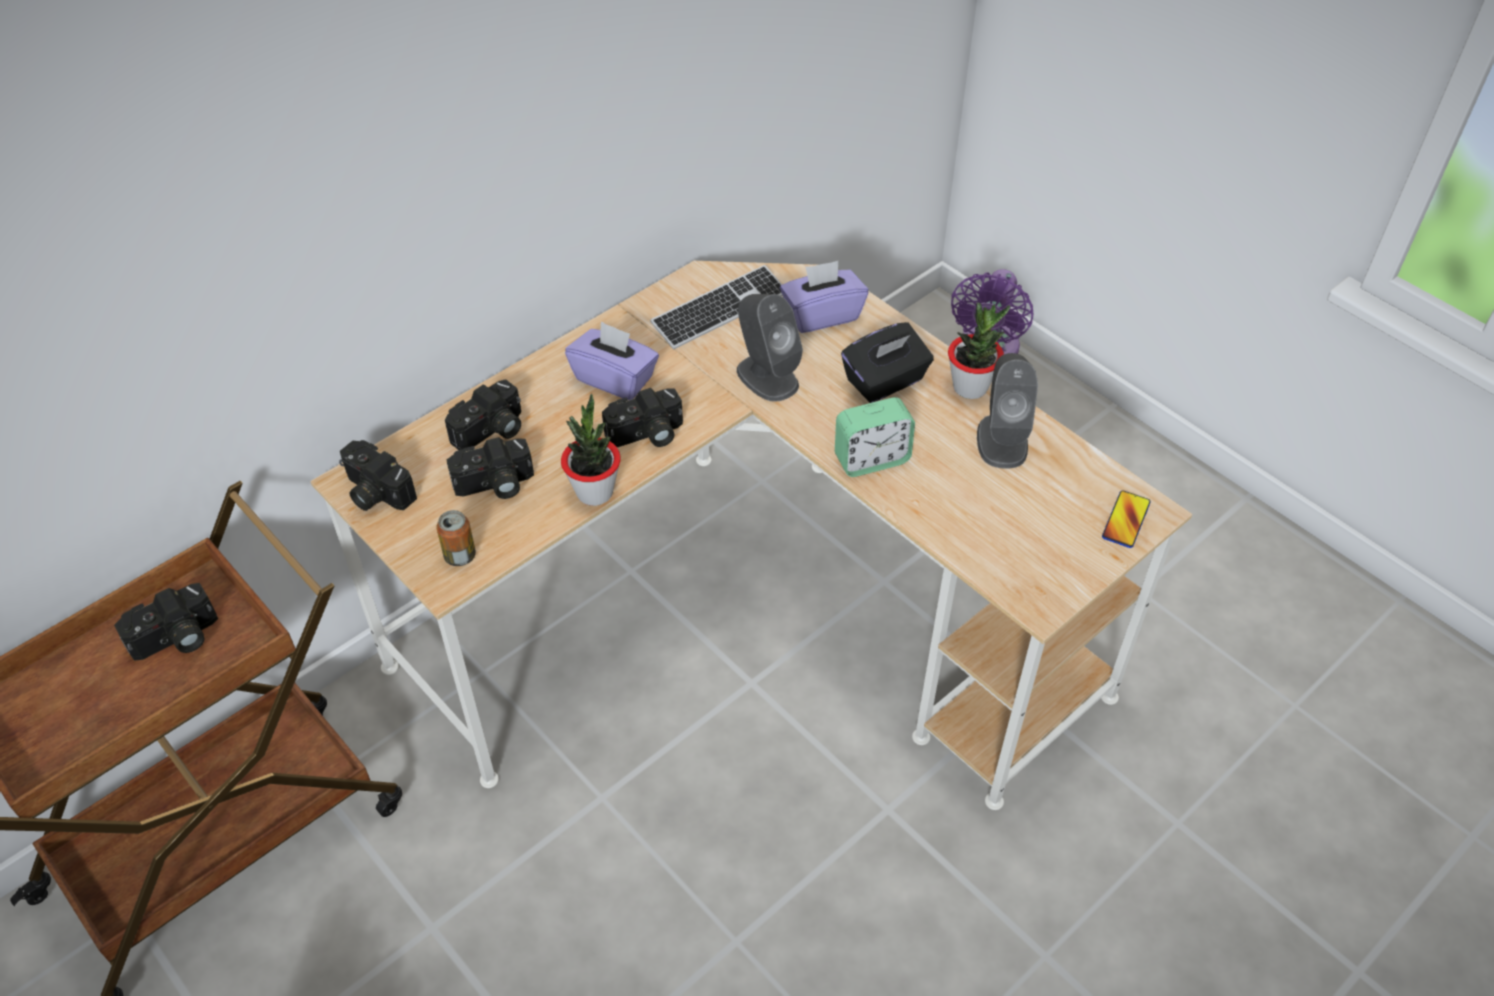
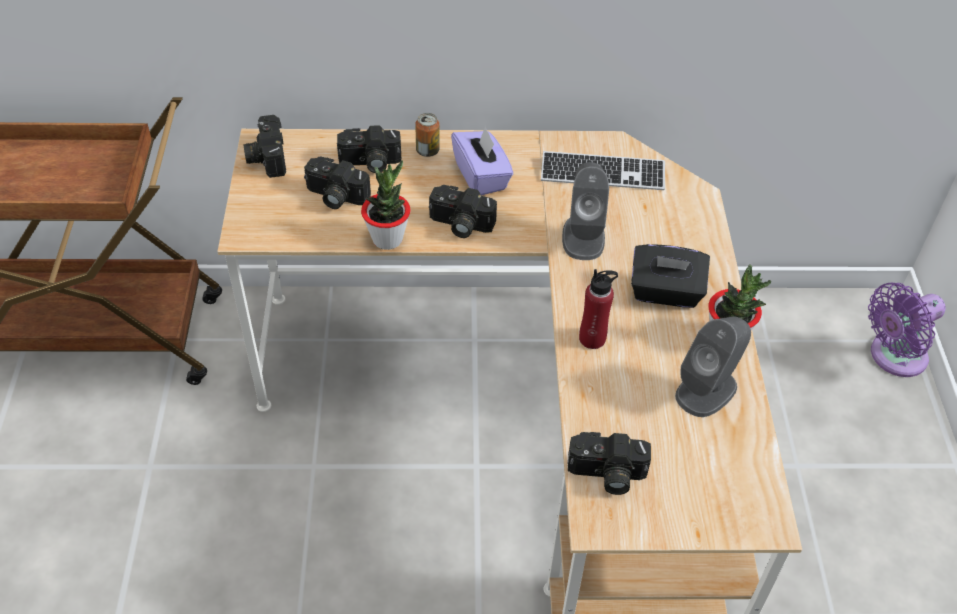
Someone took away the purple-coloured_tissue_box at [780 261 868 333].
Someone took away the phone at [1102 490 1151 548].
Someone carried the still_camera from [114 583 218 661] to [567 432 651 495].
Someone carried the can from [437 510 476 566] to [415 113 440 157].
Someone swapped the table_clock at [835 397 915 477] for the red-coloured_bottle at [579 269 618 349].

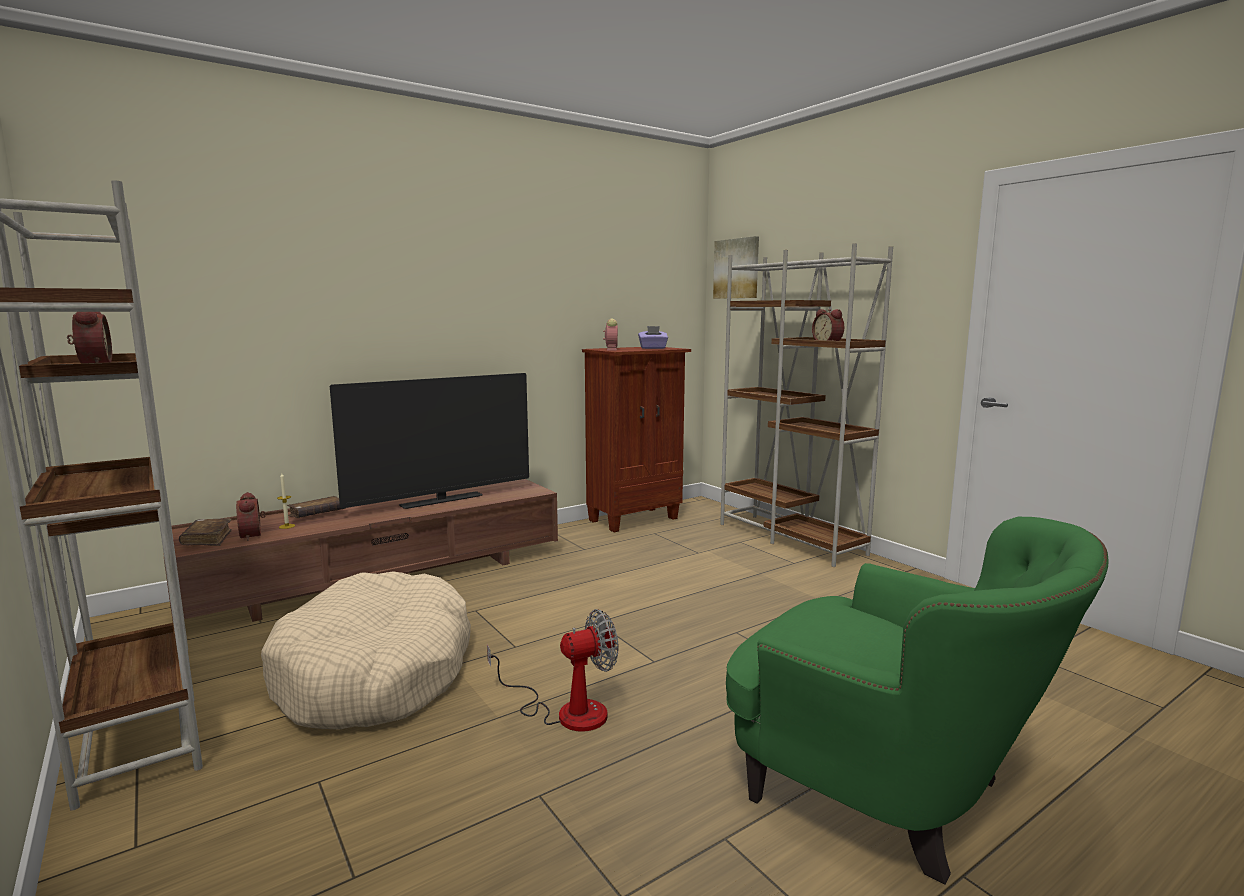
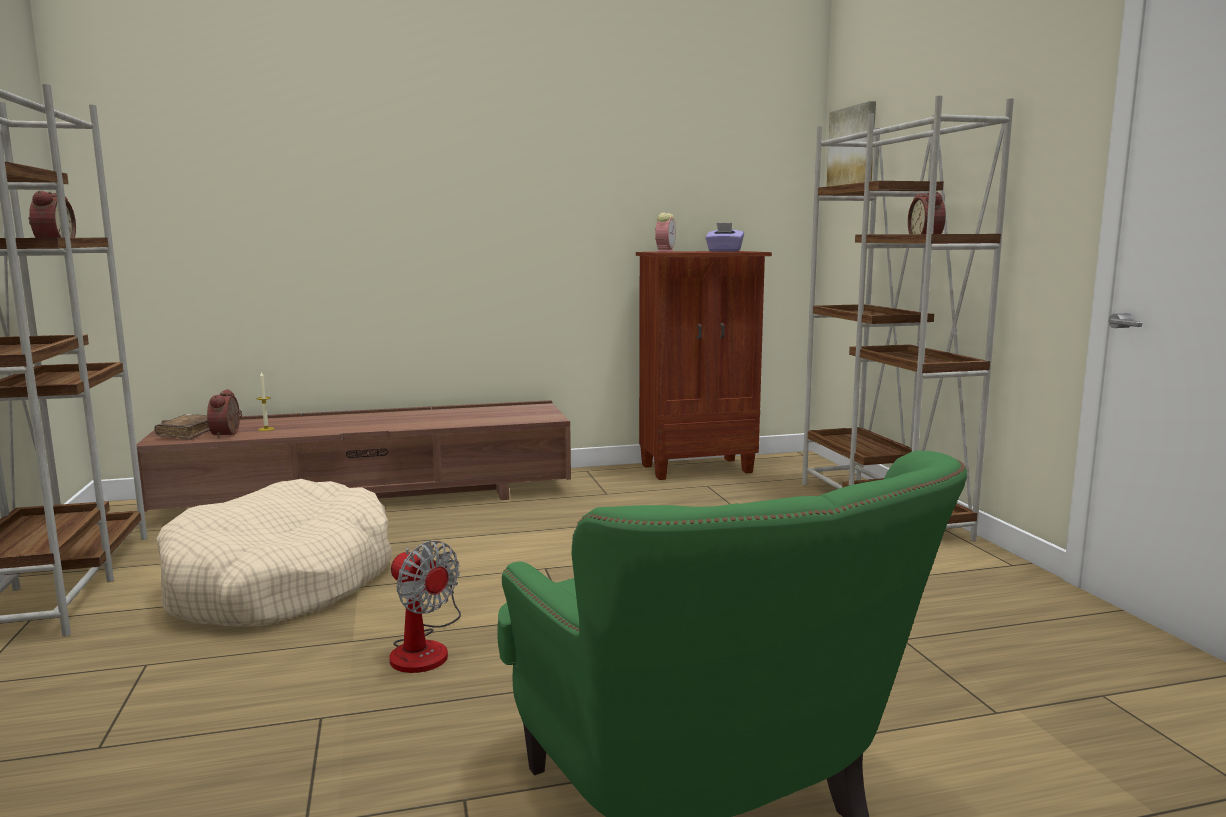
Someone took away the brownish_book at [287 496 345 518].
Someone took away the TV at [330 373 529 509].
Someone rotated the cooling_fan at [487 609 619 732] by 45 degrees clockwise.

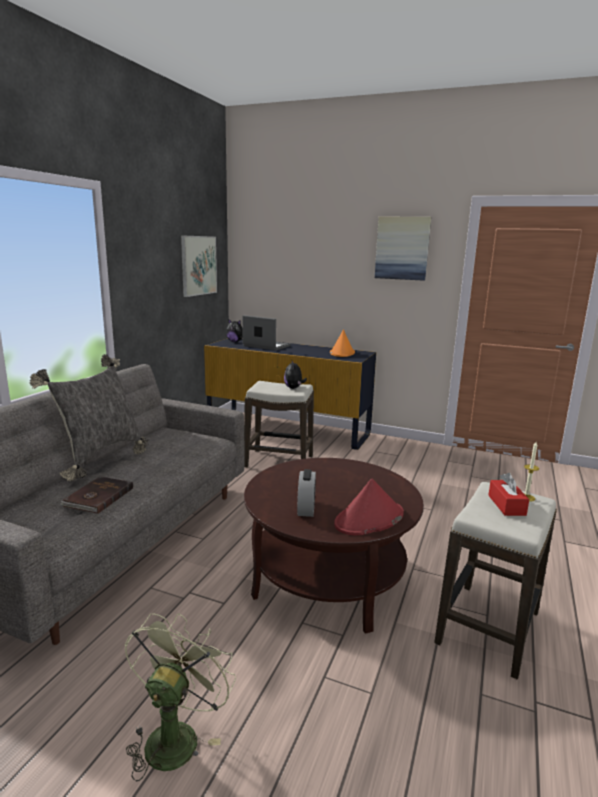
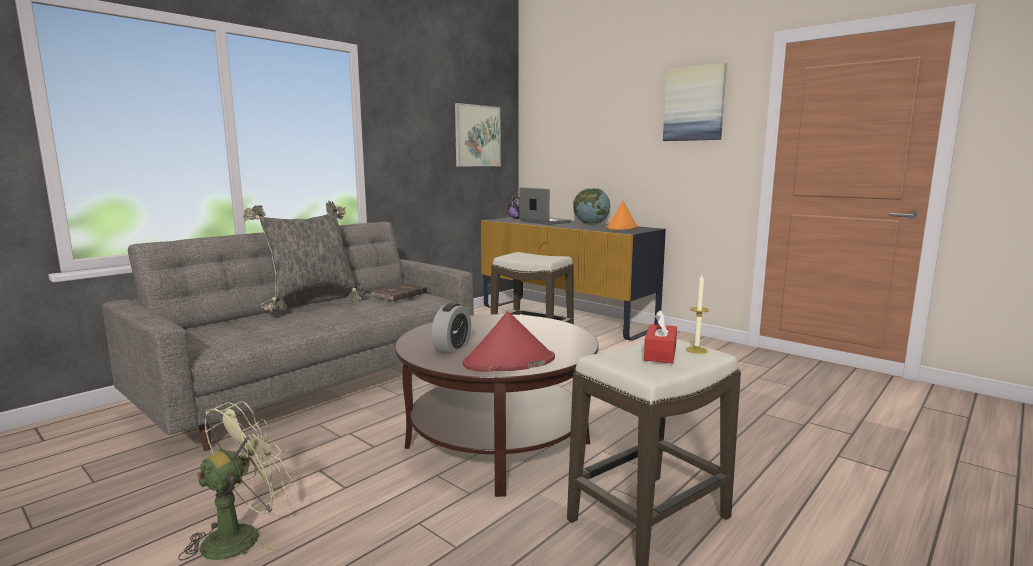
Someone took away the cuddly_toy at [284 361 307 389].
Someone put down the globe at [573 187 610 225].
Someone carried the brownish_book from [60 476 133 514] to [370 283 427 301].

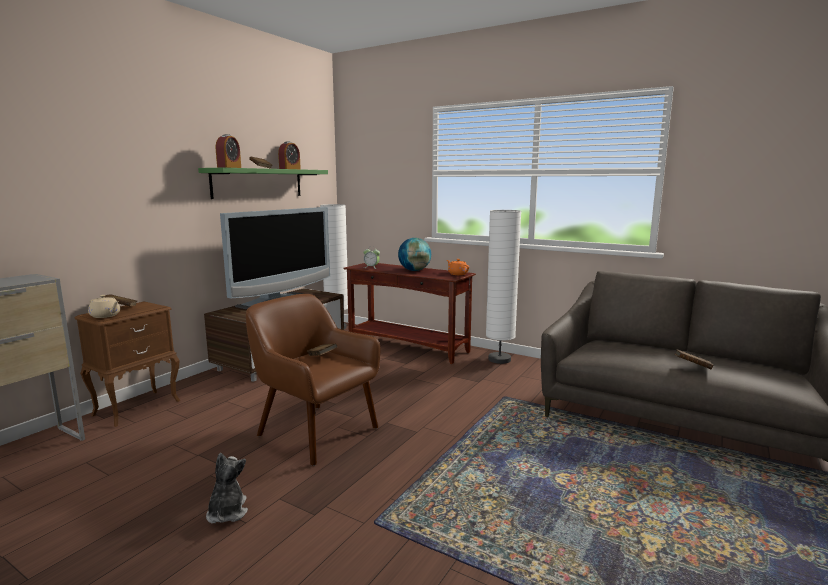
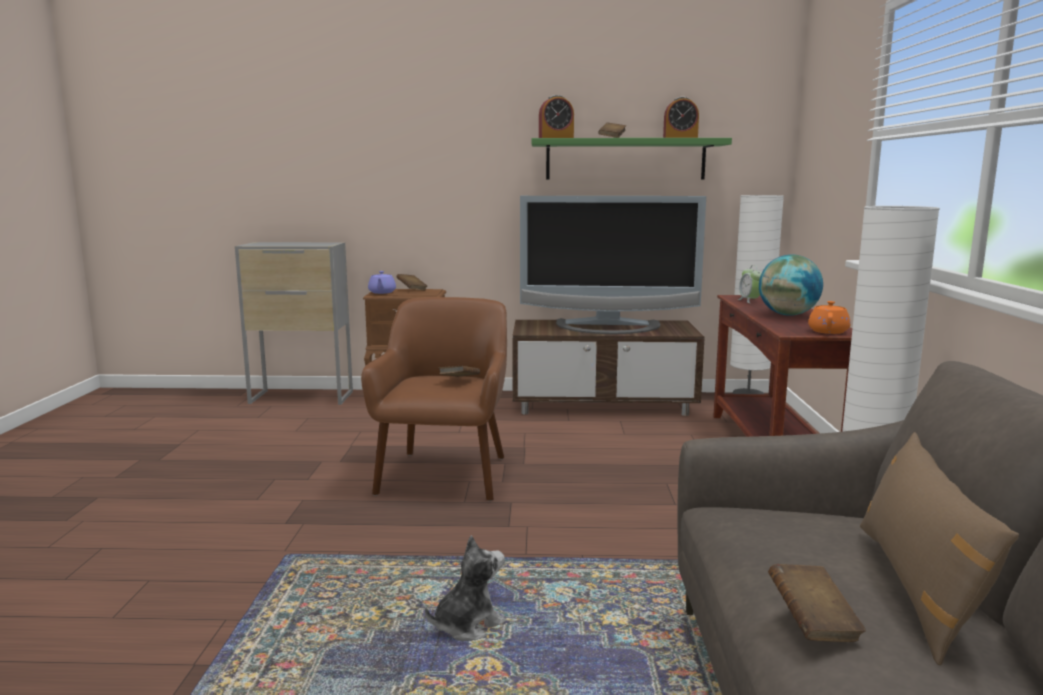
Someone put down the brownish_pillow at [860 432 1019 665].
Someone carried the cuddly_toy from [206 453 248 523] to [425 535 506 641].
Someone repainted the beige-coloured_teapot at [88 295 120 318], which became the purple-coloured_teapot at [368 271 396 294].

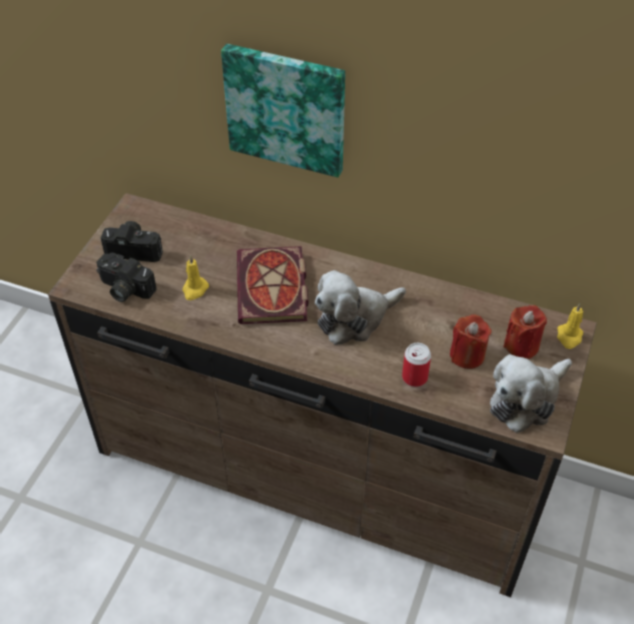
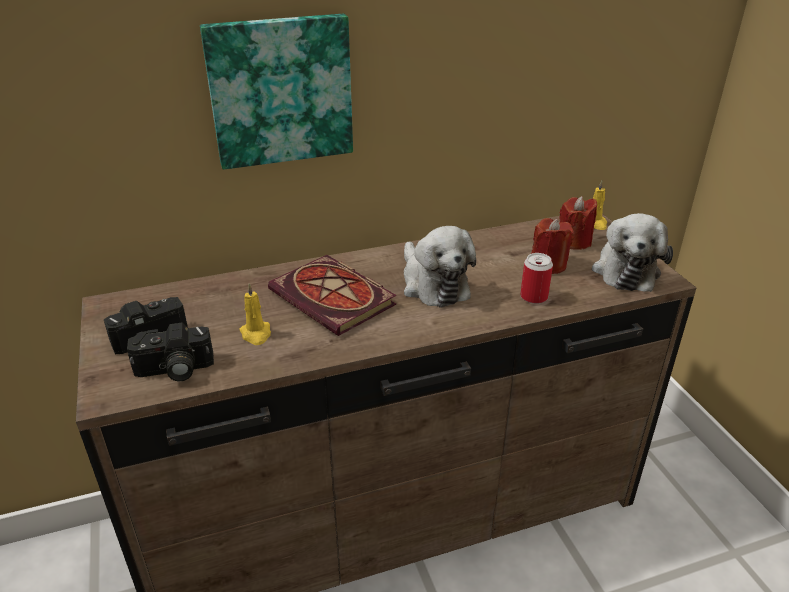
Someone rotated the cuddly_toy at [315 270 406 345] by 45 degrees counterclockwise.

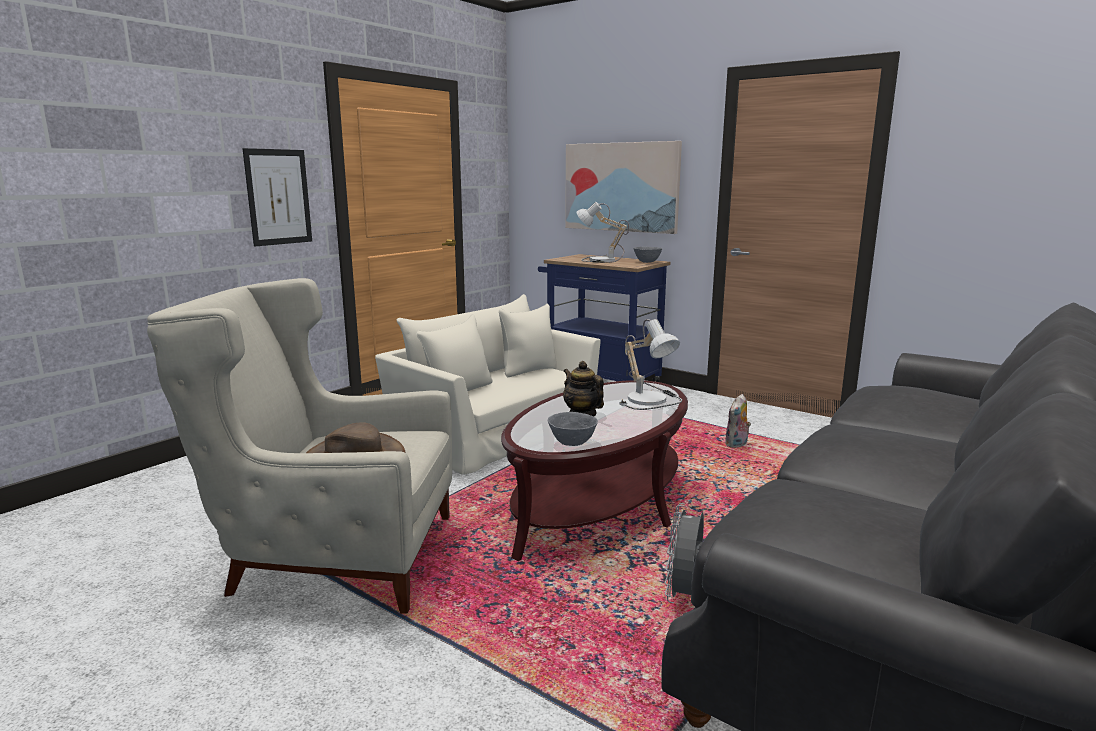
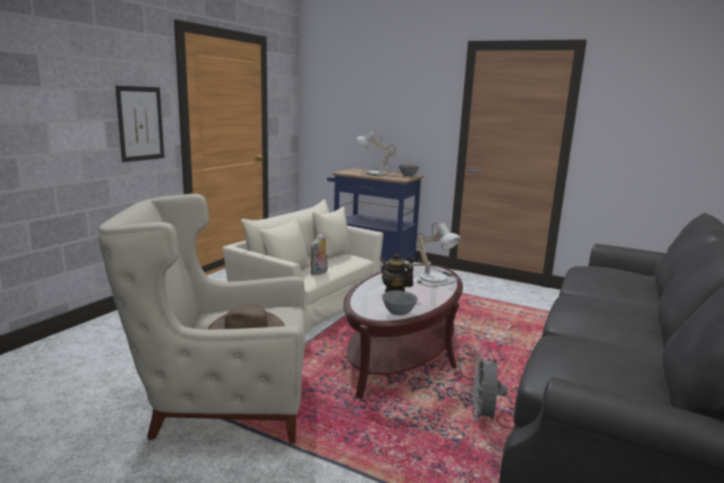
Someone took away the wall_picture at [565 141 682 234].
Someone carried the cuddly_toy from [725 394 751 448] to [310 233 328 275].

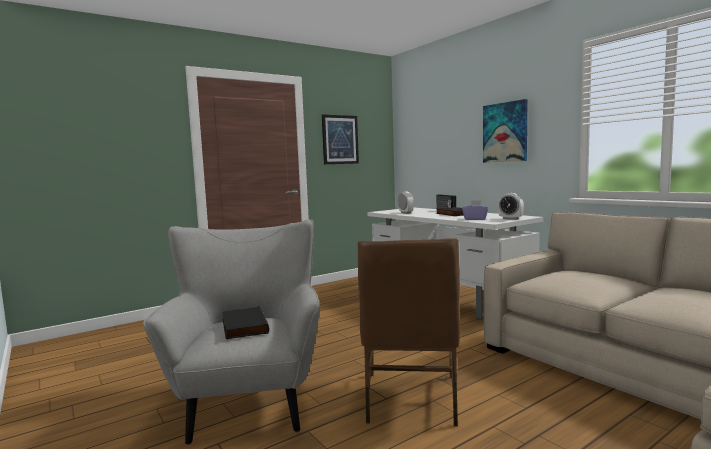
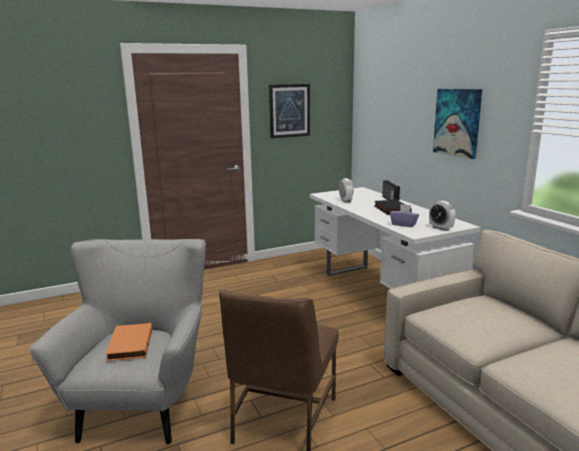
Someone repainted the black_book at [222 306 269 339], which became the orange-coloured_book at [105 323 153 361].

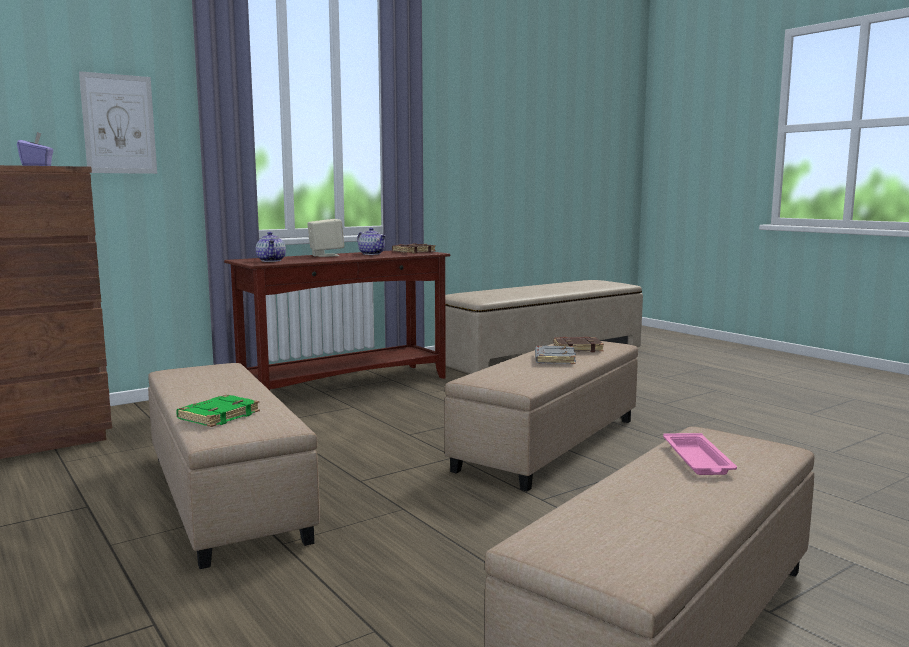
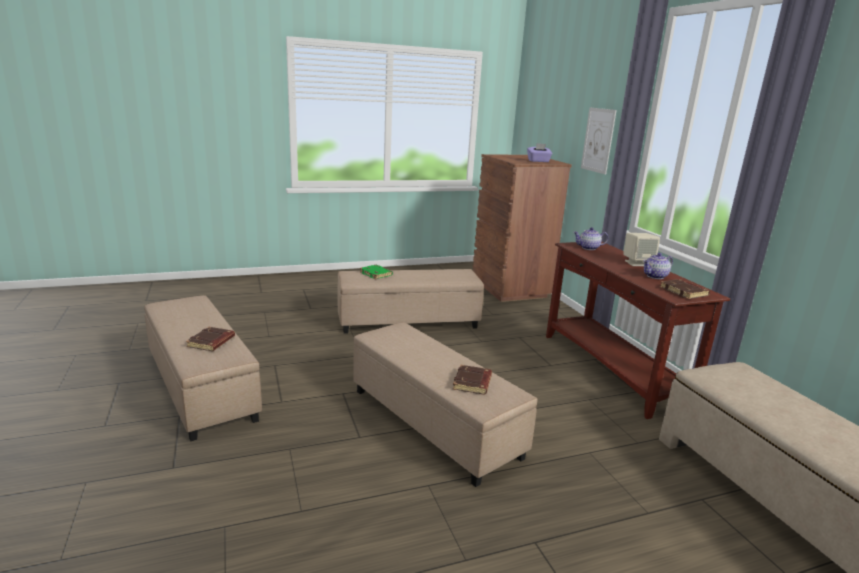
Someone took away the grey_book at [535 346 576 364].
Someone swapped the pink-coloured_tray at [663 433 737 475] for the brownish_book at [186 327 235 351].

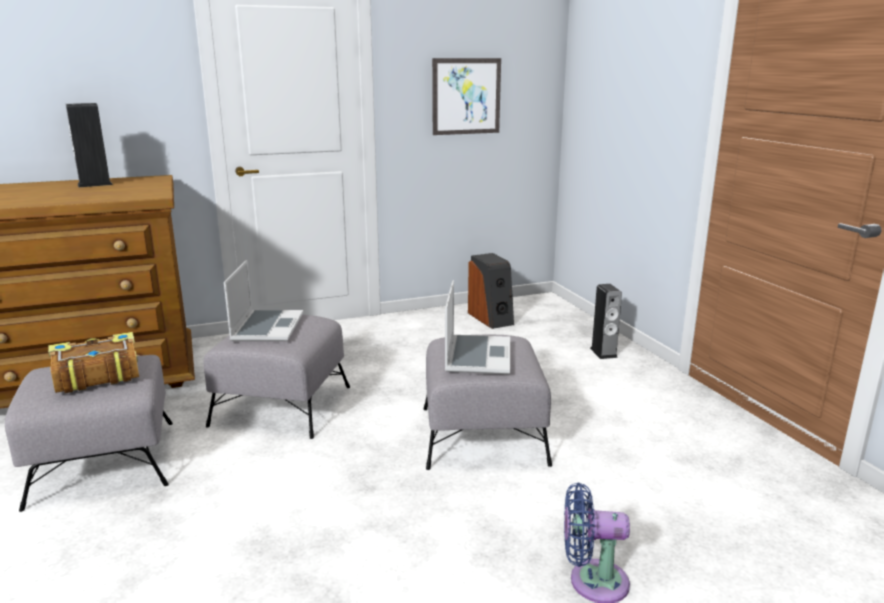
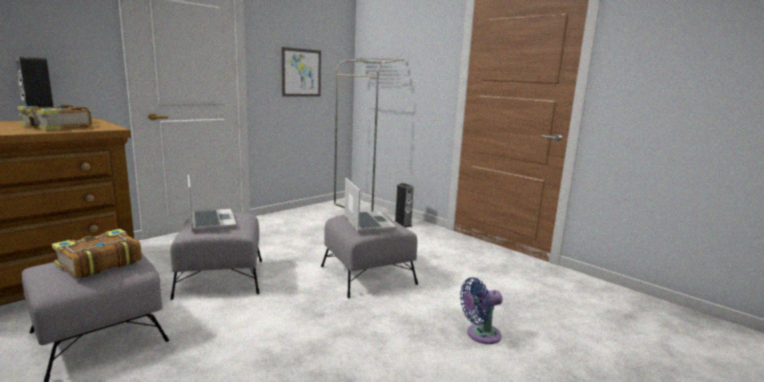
Someone took away the loudspeaker at [468 253 514 329].
Someone put down the book at [17 105 92 130].
Someone put down the grey_clothes_rack at [334 58 404 212].

